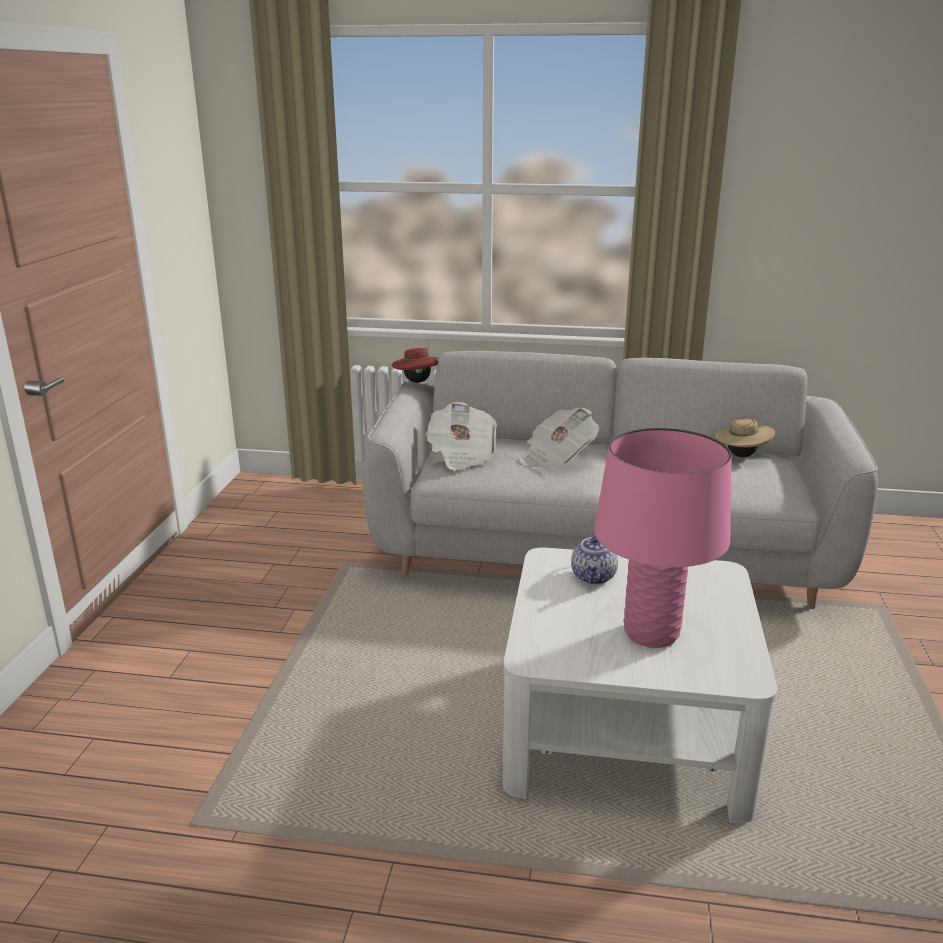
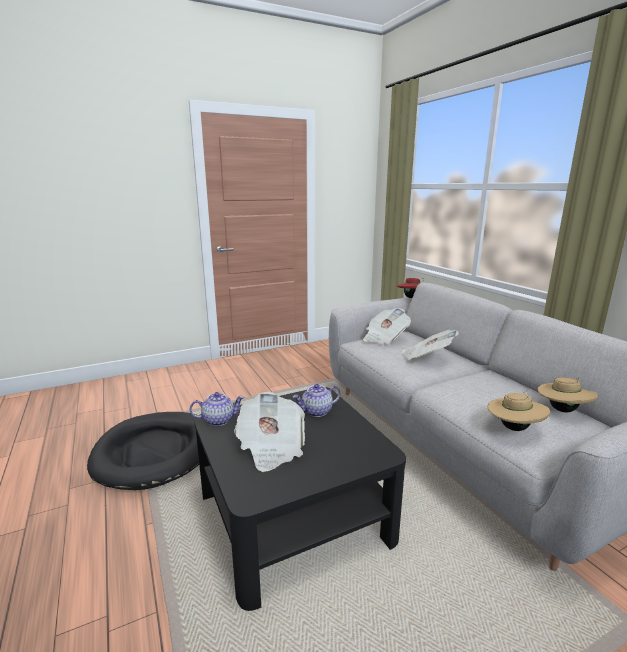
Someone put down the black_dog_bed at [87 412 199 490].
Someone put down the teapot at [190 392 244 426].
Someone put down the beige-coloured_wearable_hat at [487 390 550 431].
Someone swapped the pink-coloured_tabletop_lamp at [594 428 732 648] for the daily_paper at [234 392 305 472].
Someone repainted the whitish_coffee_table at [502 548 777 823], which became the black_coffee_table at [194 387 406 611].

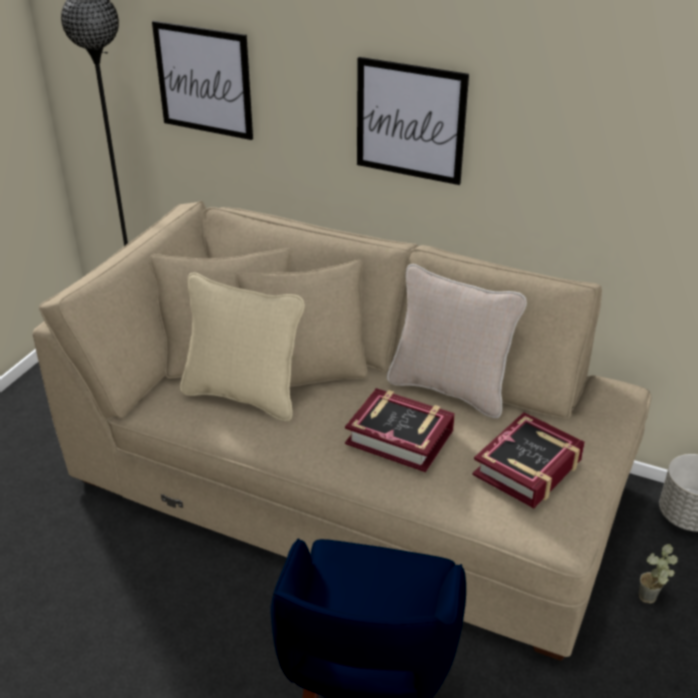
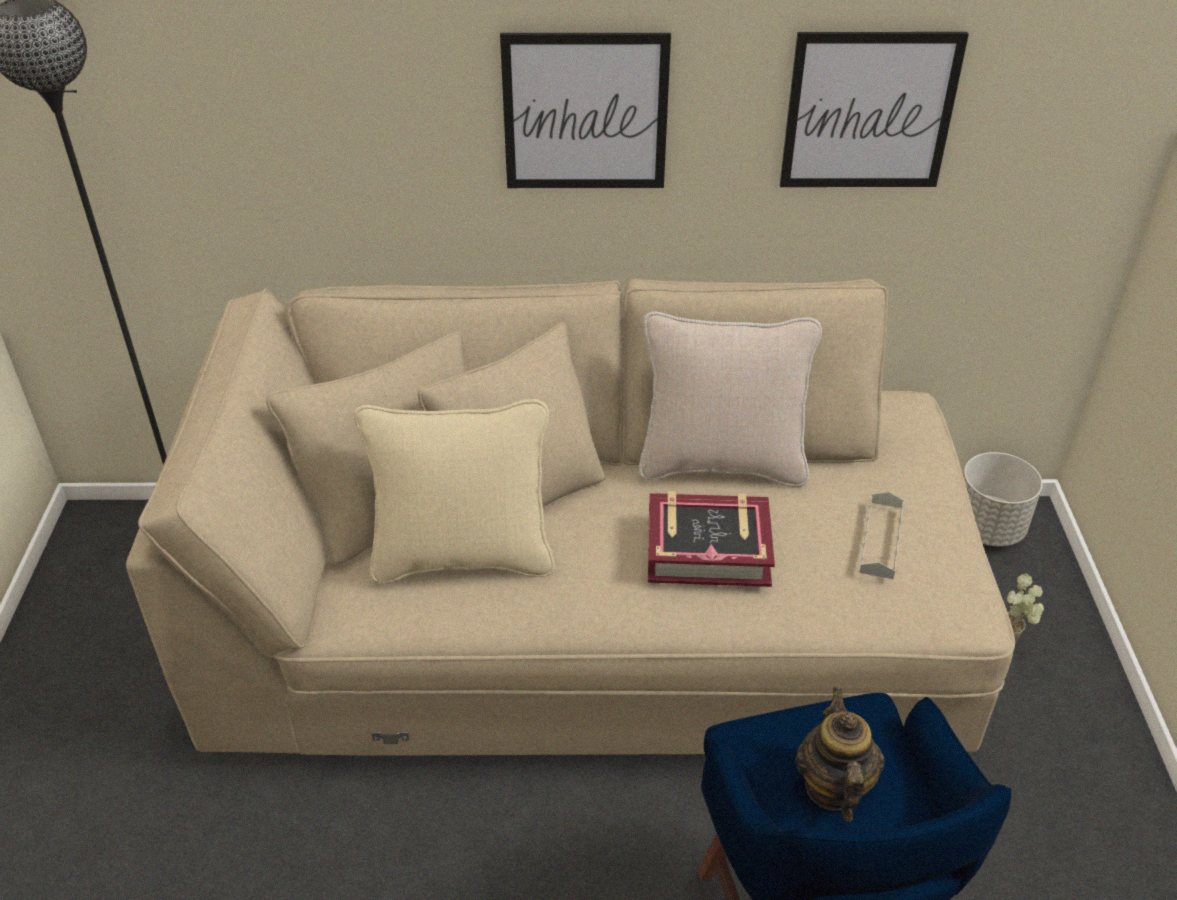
Someone put down the teapot at [795 687 885 822].
Someone carried the wall_picture from [152 21 253 140] to [780 32 969 187].
Someone swapped the book at [472 412 585 509] for the grey_tray at [859 492 904 579].

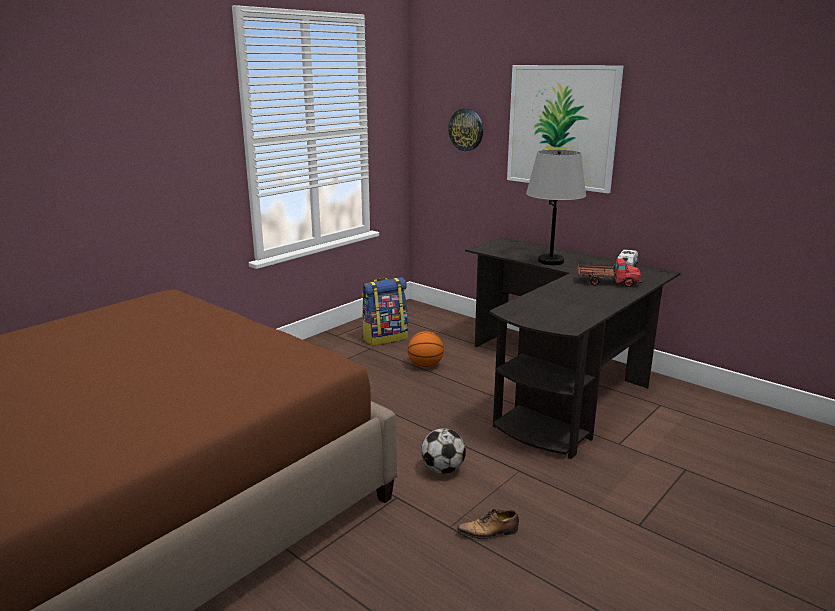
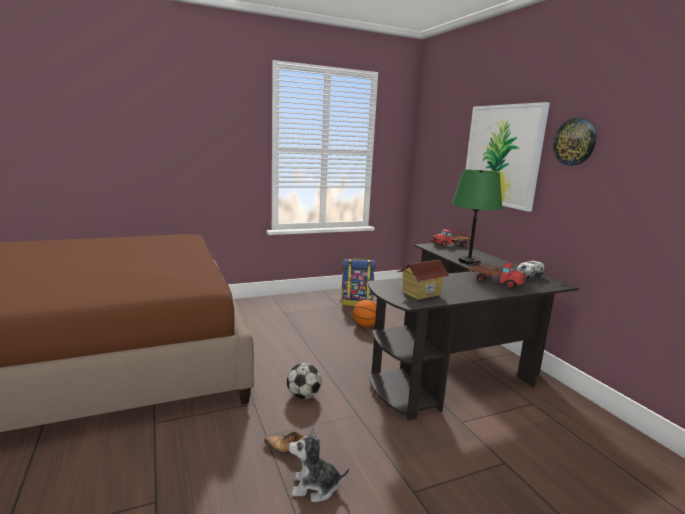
Someone put down the cuddly_toy at [289 427 350 502].
Someone put down the toy_house at [397 260 449 300].
Someone put down the toy_lorry at [431 229 471 247].
Someone carried the wall_clock from [448 108 483 151] to [553 118 596 166].
Someone repainted the grey_tabletop_lamp at [526 150 586 265], which became the greenish_tabletop_lamp at [452 170 502 265].

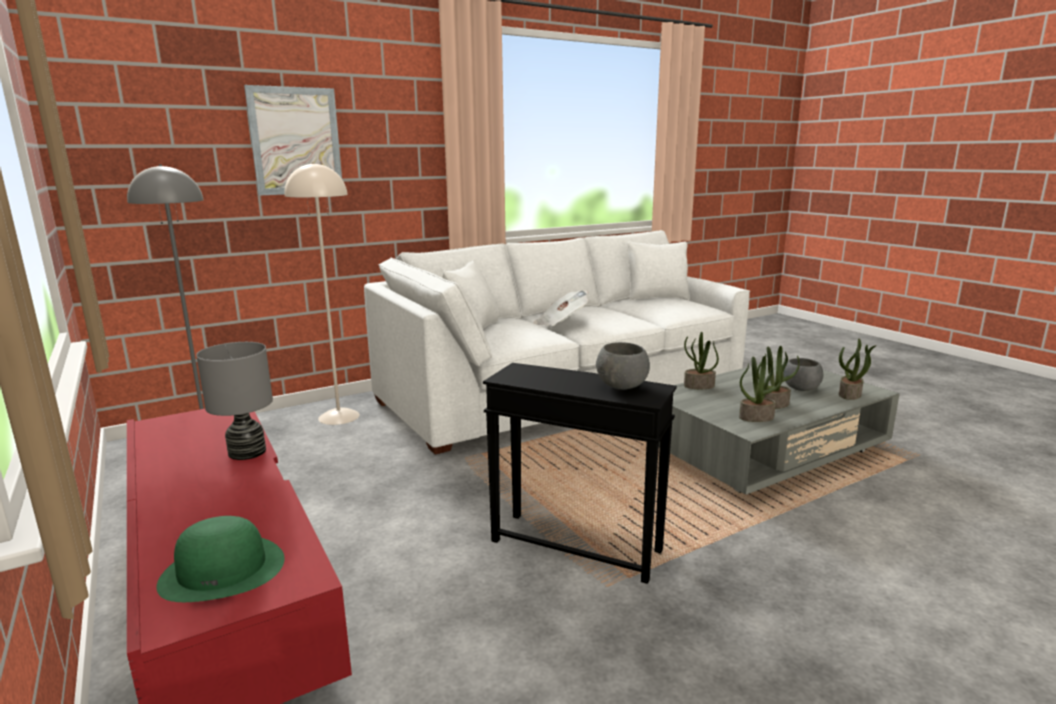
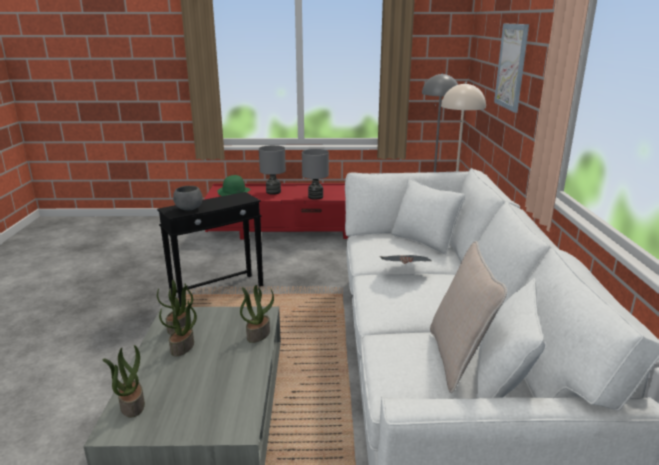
Someone took away the grey_bowl at [783 358 824 391].
Someone put down the grey_tabletop_lamp at [259 145 286 195].
Someone put down the beige-coloured_pillow at [430 241 507 393].

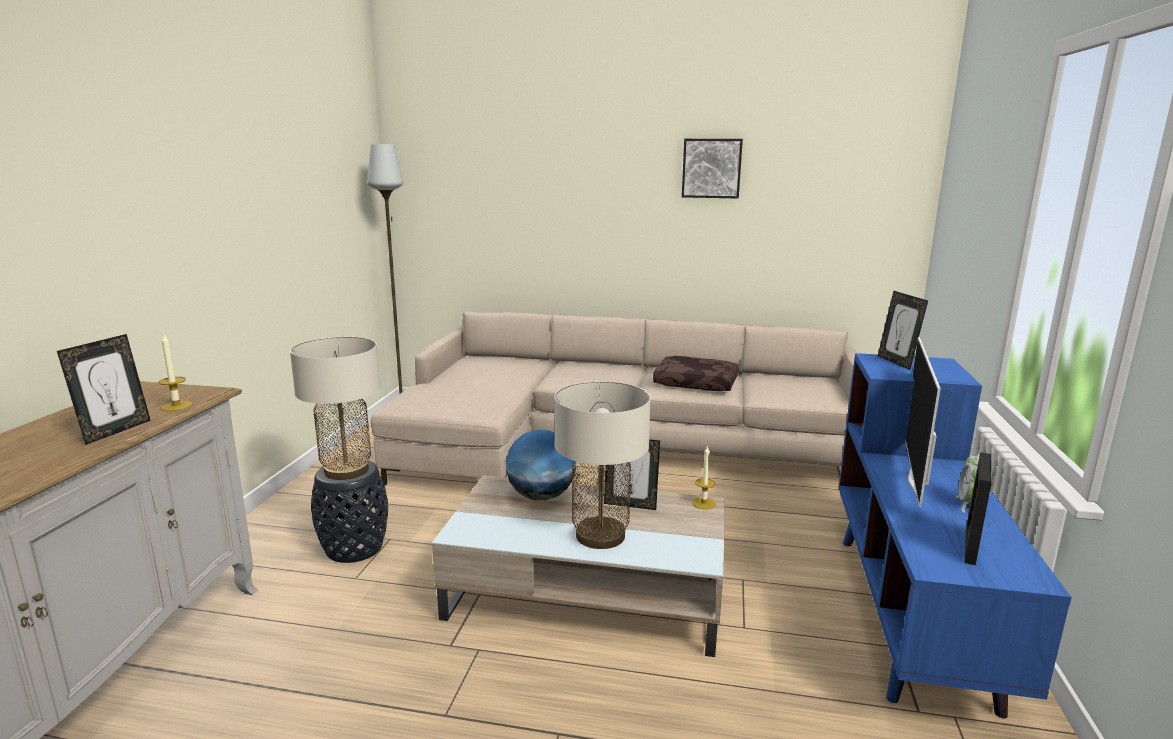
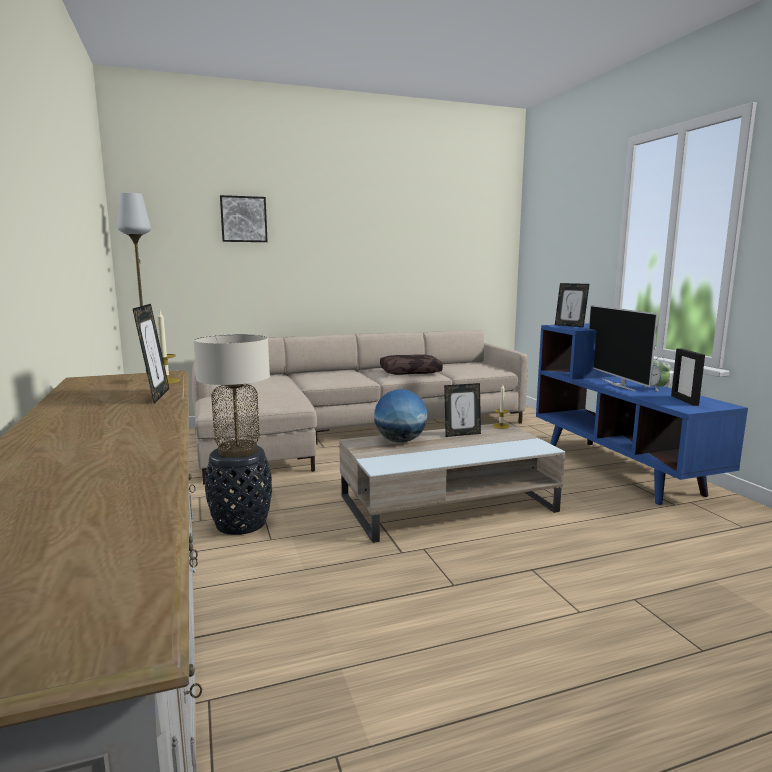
Someone took away the tabletop_lamp at [554 381 651 549].
Someone carried the wall_picture from [682 139 743 199] to [220 195 268 242].

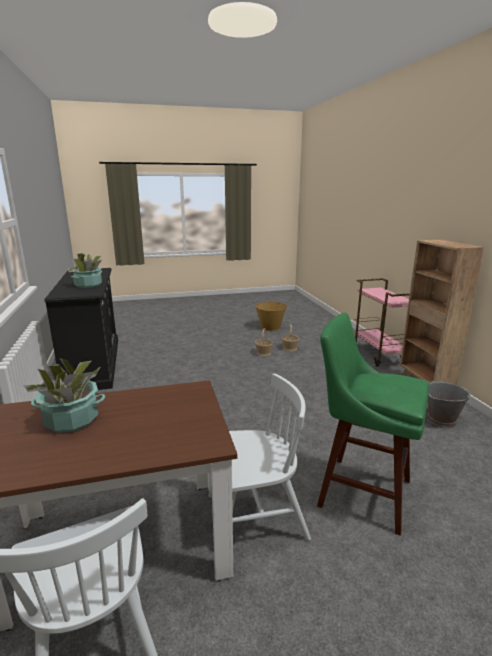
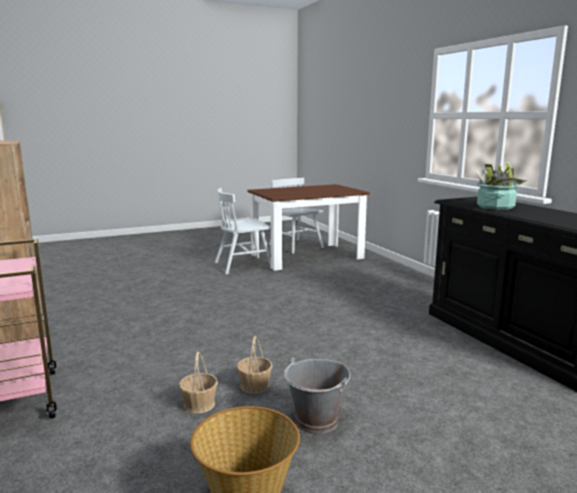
Someone took away the potted_plant at [23 358 105 433].
Someone took away the greenish_stool at [317 313 429 536].
Someone carried the grey_water_bucket from [427 380 472 428] to [284 357 350 434].

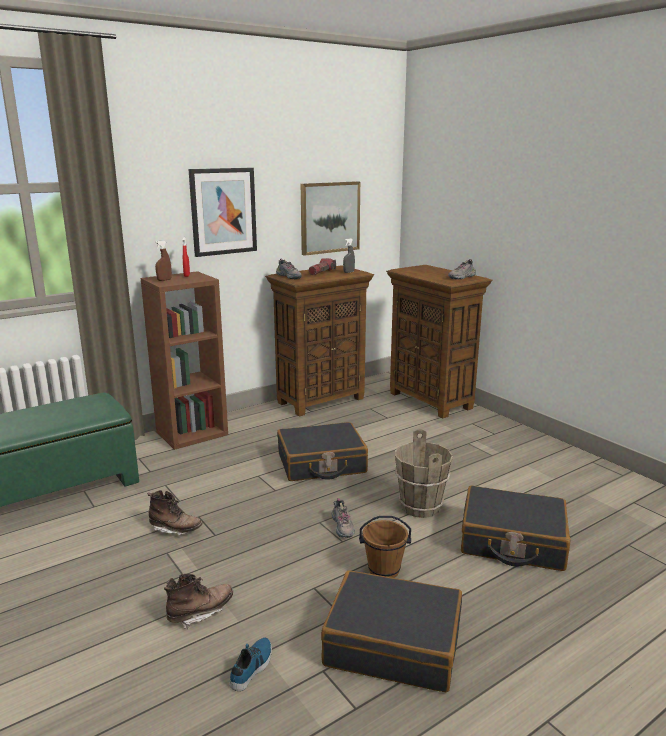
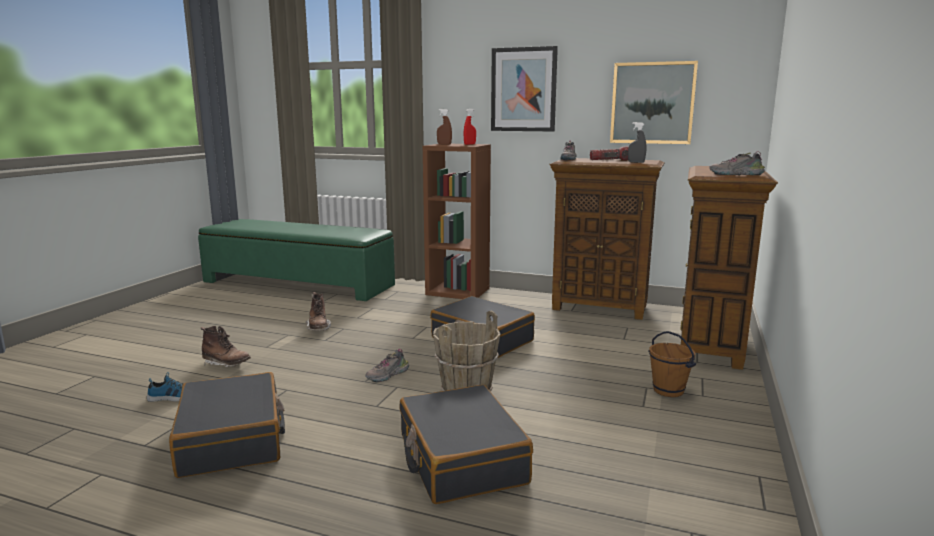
Someone carried the brownish_water_bucket from [359 516 411 578] to [648 331 696 397].

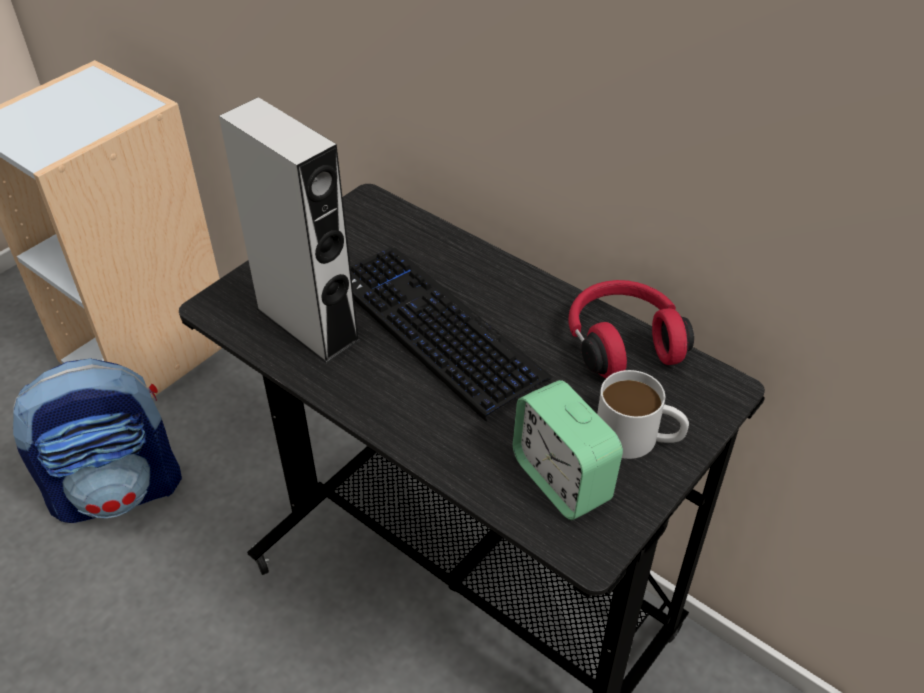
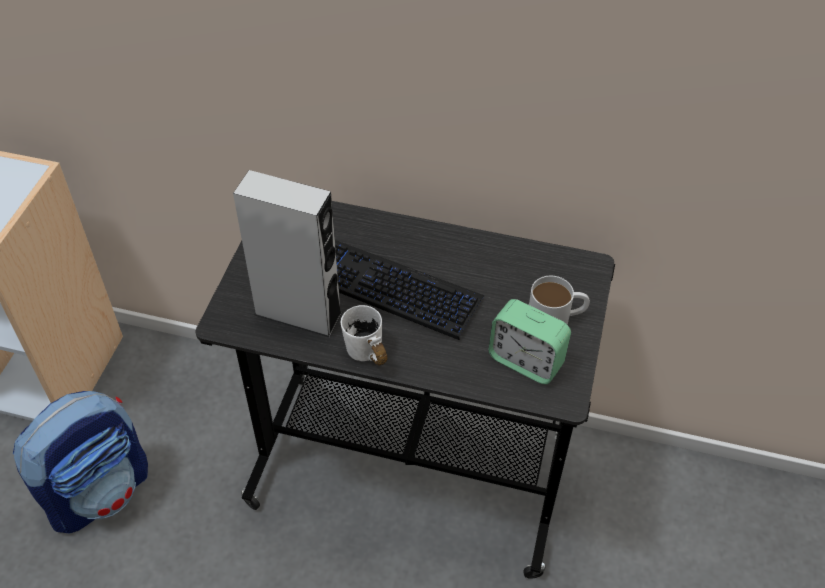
Someone took away the red-coloured_headphones at [568 280 694 378].
Someone put down the whitish_coffee_mug at [341 305 387 365].

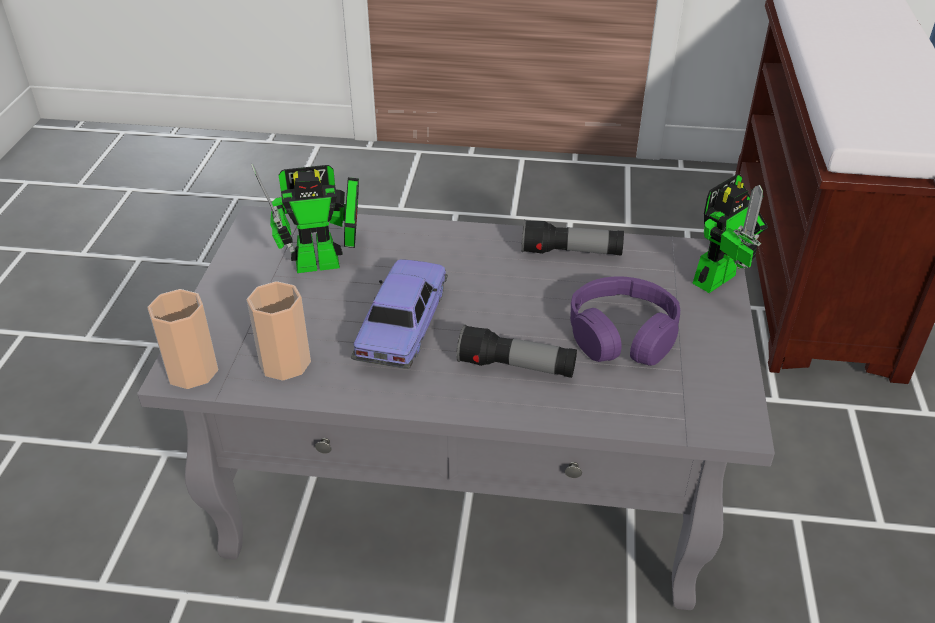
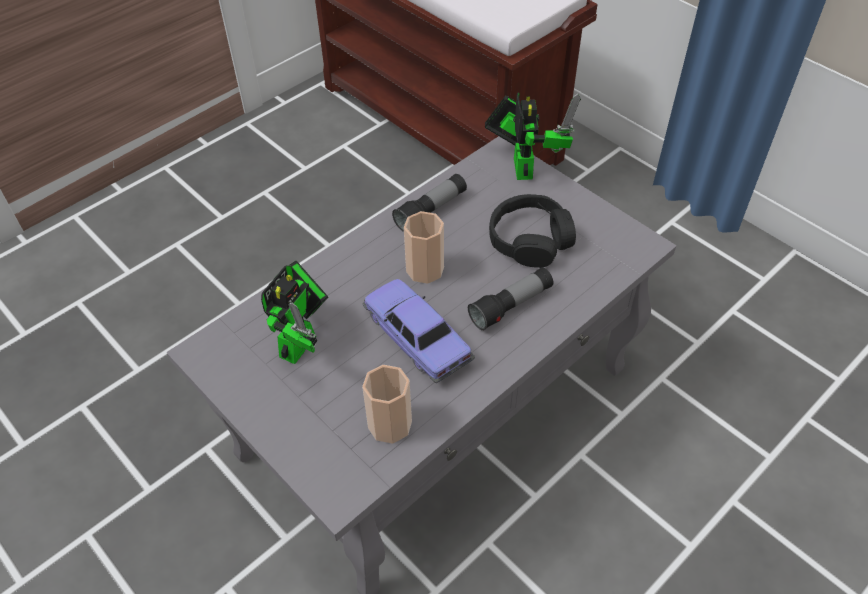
Someone carried the cup from [147 289 218 389] to [404 211 444 284].
Someone repainted the purple-coloured_headphones at [570 276 680 366], which became the black_headphones at [489 194 576 268].

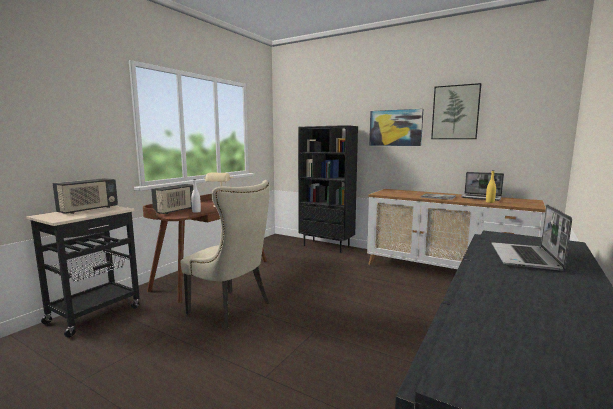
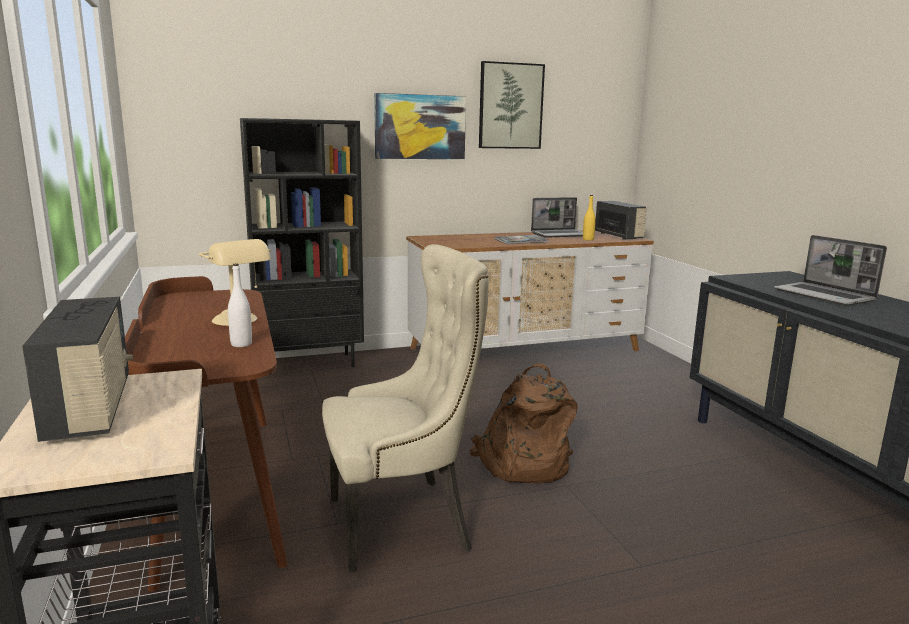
Someone put down the brownish_knapsack at [470 364 578 484].
Someone carried the radio_receiver from [151 184 194 214] to [595 201 647 240].

